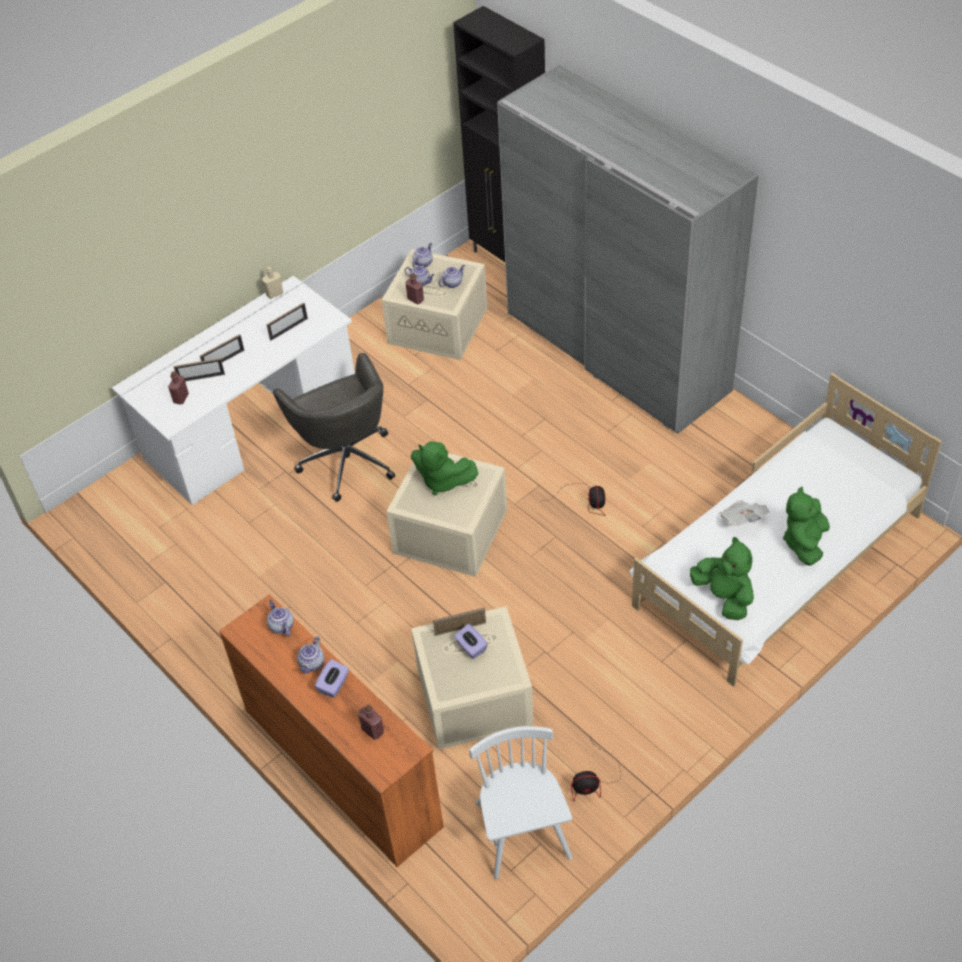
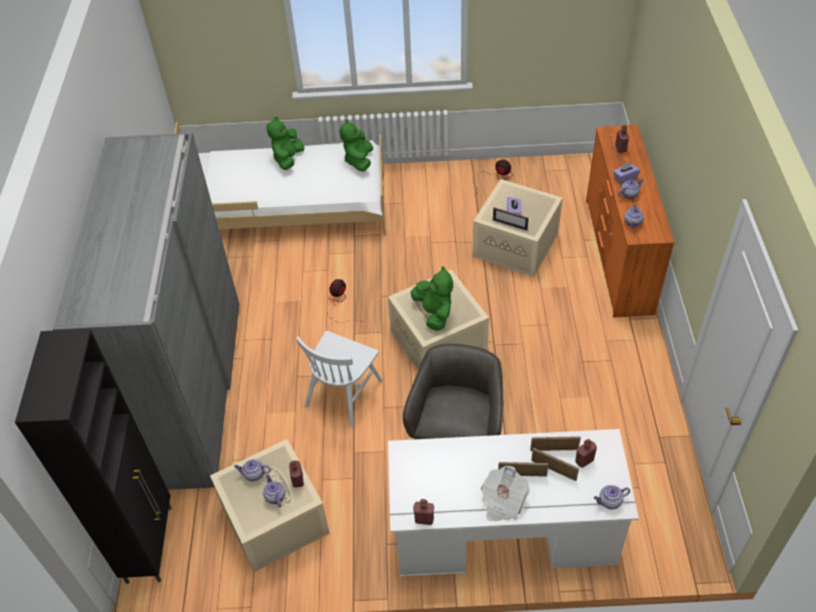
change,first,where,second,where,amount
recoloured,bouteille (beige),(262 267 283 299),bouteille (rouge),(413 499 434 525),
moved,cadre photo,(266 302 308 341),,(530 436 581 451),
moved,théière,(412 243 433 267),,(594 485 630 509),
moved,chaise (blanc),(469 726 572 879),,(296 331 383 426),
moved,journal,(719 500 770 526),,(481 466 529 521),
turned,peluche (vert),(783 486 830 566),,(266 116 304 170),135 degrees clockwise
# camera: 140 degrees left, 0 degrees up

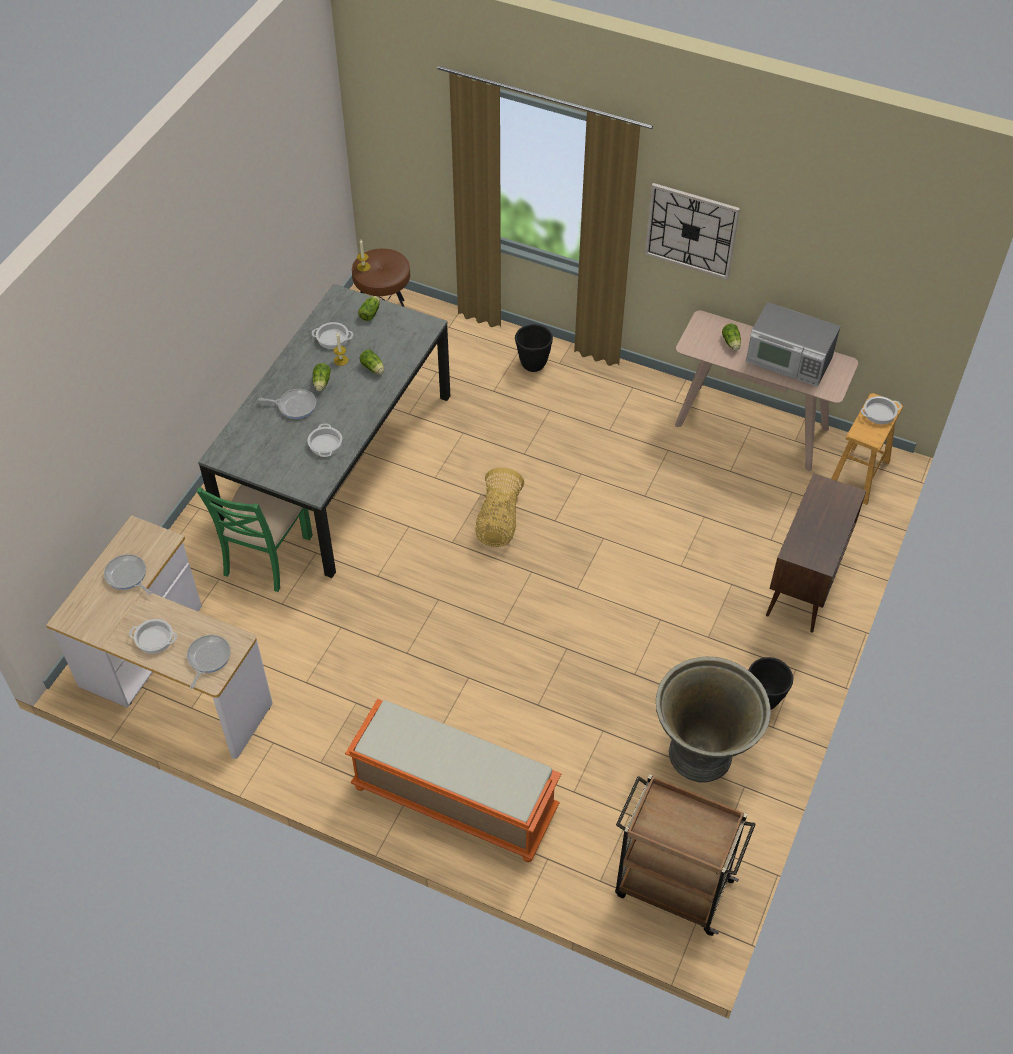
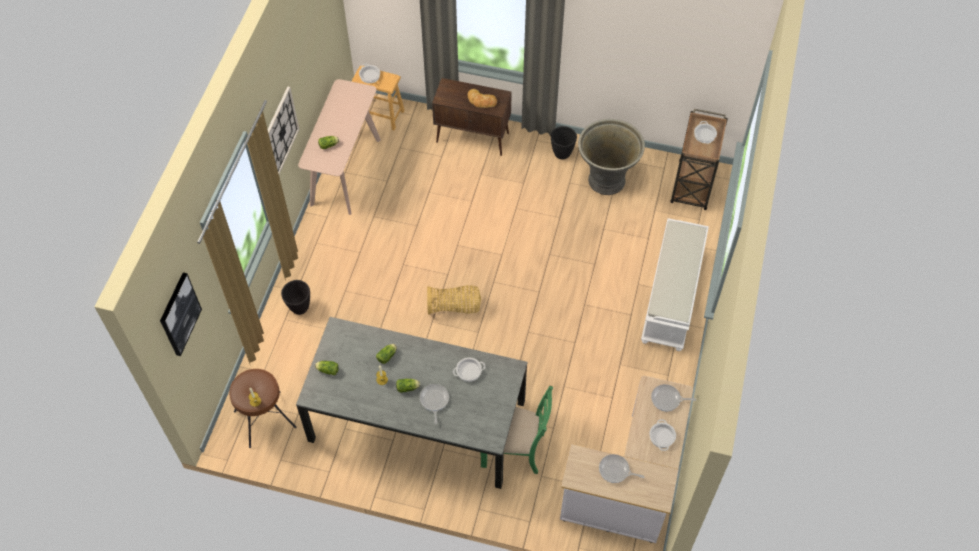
change,first,where,second,where,amount
turned,poêle,(104 554 152 595),,(599 454 644 483),75 degrees clockwise
moved,marmite,(312 322 353 349),,(694 121 717 144),
recoloured,banc (orange),(345 699 561 862),banc (blanc),(641 218 709 351),
removed,micro-ondes,(746 302 840 387),,,
added,,,tableau,(160 273 202 356),
added,,,pain,(468 89 497 108),
# camera: 100 degrees left, 5 degrees up

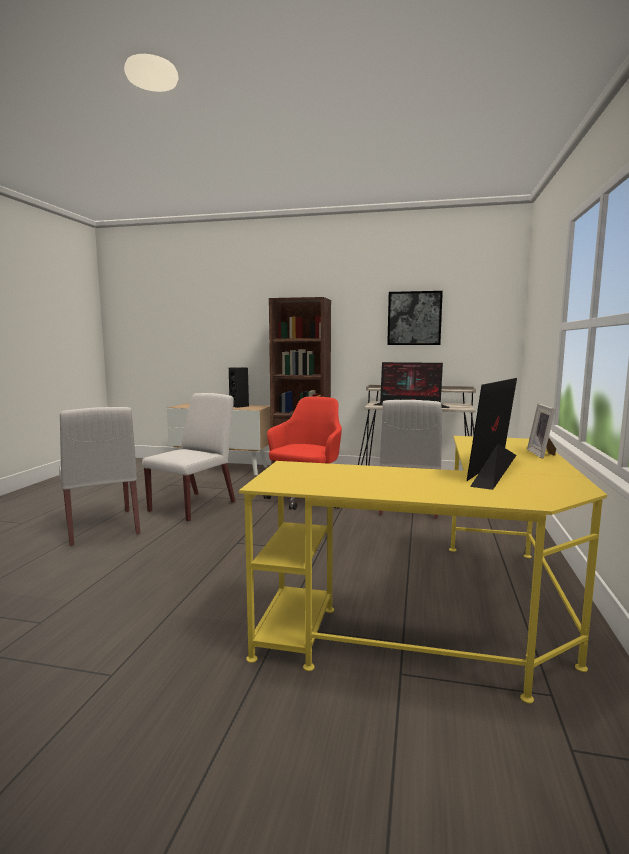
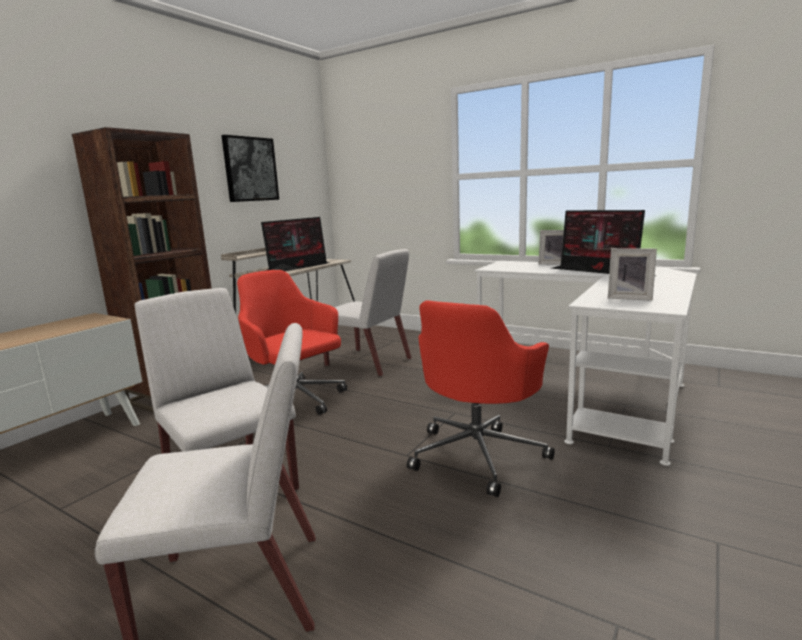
change,first,where,second,where,amount
removed,enceinte (noir),(229 367 249 408),,,
recoloured,bureau (jaune),(239 436 607 704),bureau (blanc),(474 261 697 466),
added,,,chaise de bureau (rouge),(407 300 555 497),
added,,,cadre photo,(608 248 657 301),
# camera: 70 degrees left, 5 degrees up

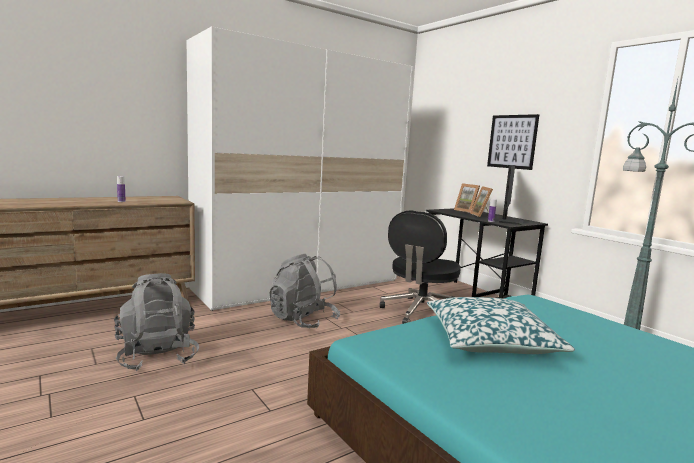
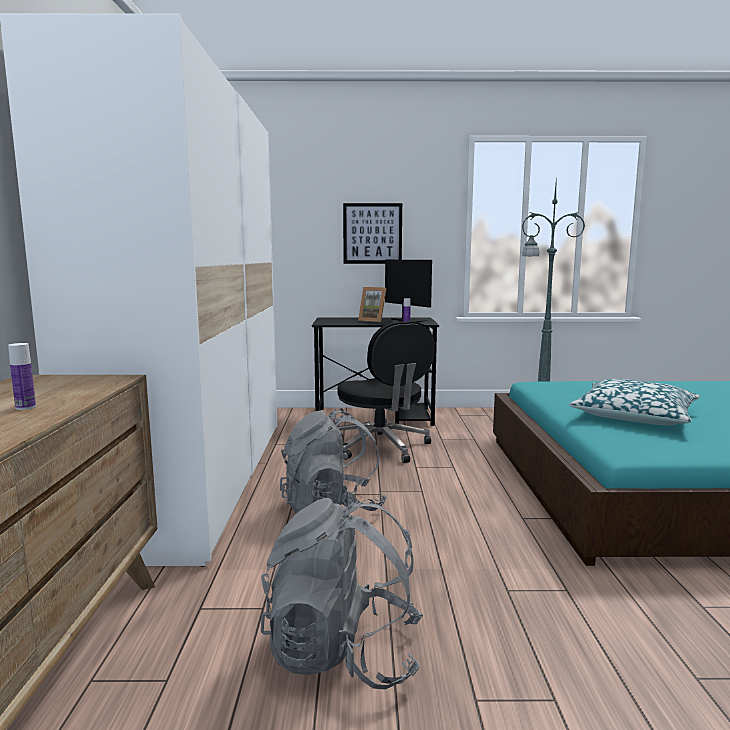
change,first,where,second,where,amount
removed,cadre photo,(454 183 480 213),,,
# camera: 55 degrees left, 0 degrees up

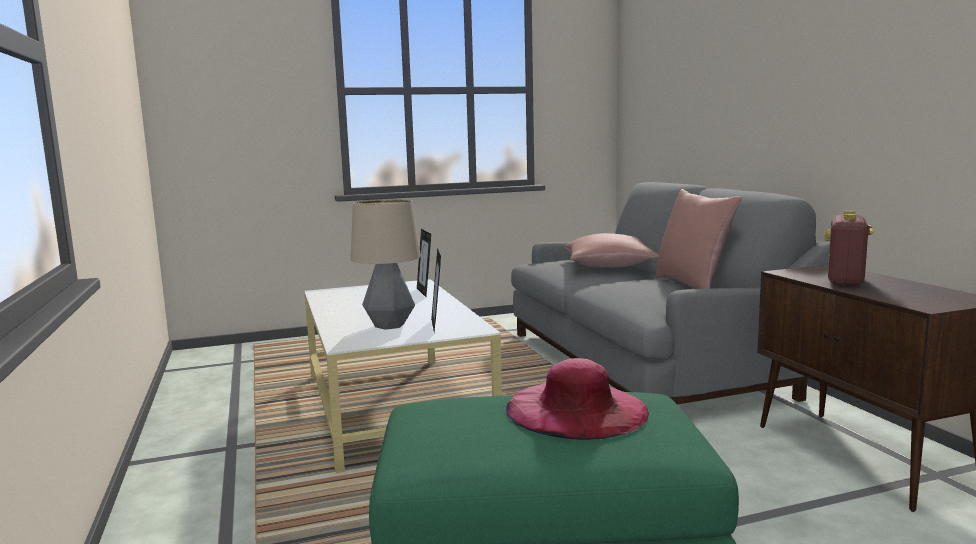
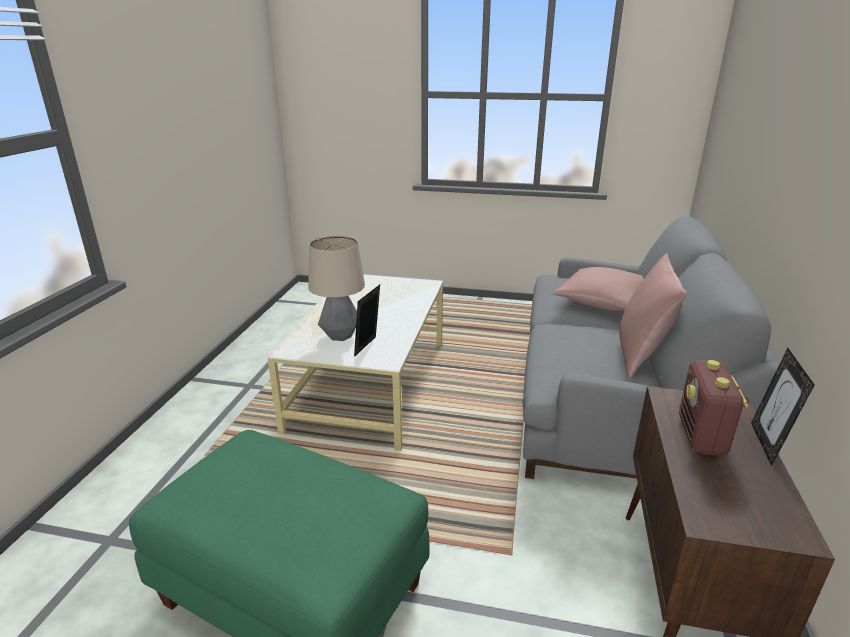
change,first,where,second,where,amount
moved,cadre photo,(417 229 431 297),,(751 348 815 466),
removed,chapeau (rose),(506 358 649 440),,,
turned,radio,(824 211 874 286),,(679 360 749 456),45 degrees counterclockwise
# camera: 30 degrees right, 15 degrees up

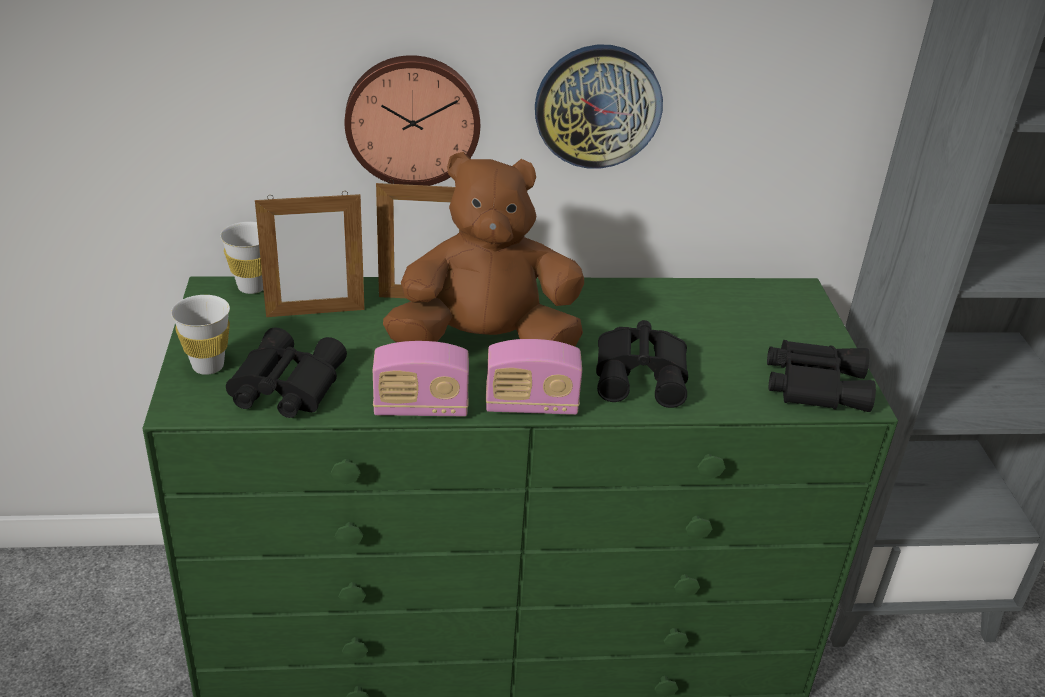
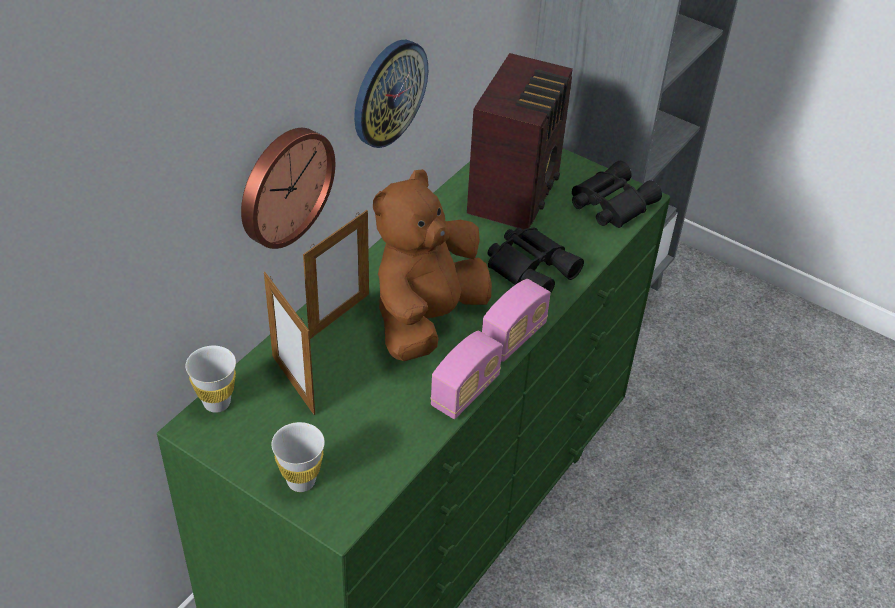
change,first,where,second,where,amount
removed,jumelles (noir),(226 327 347 418),,,
turned,cadre photo,(255 191 365 317),,(264 272 315 415),120 degrees clockwise
added,,,radio,(467 53 573 230),
# camera: 50 degrees left, 10 degrees up

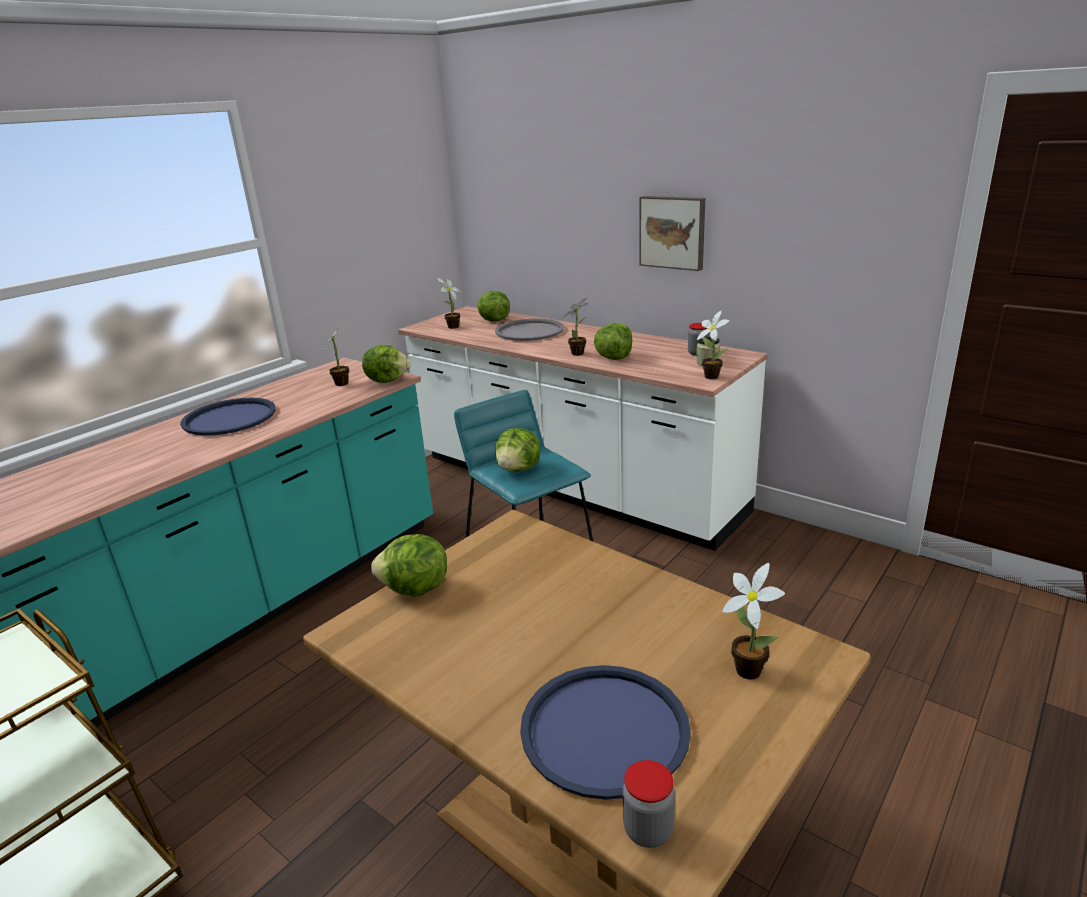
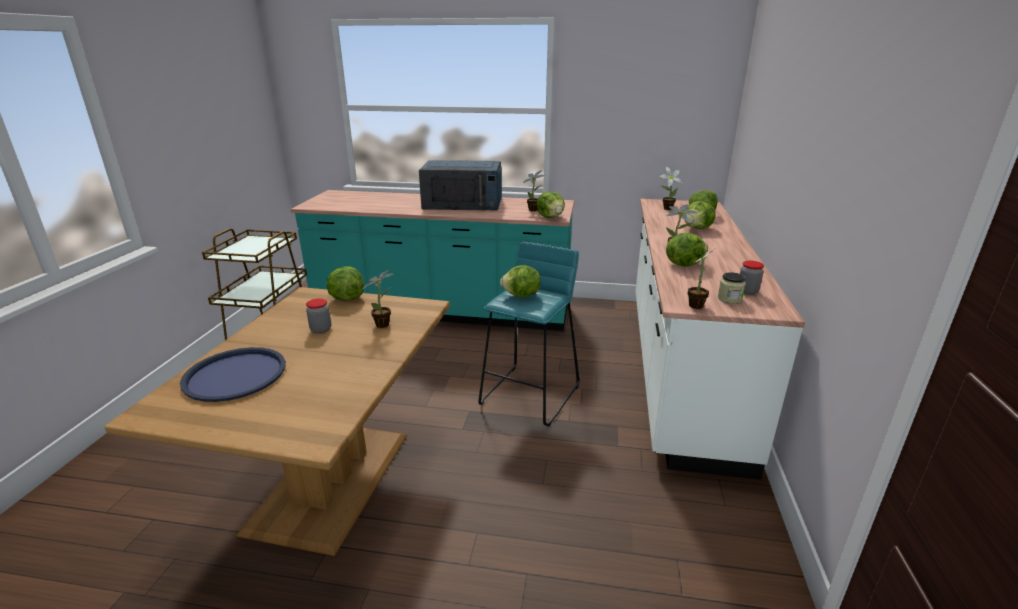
change,first,where,second,where,amount
replaced,plateau (bleu),(180 398 276 436),micro-ondes (bleu),(419 160 502 210),
replaced,plateau (gris),(495 319 564 341),laitue,(685 201 716 229),
moved,bocal,(623 760 675 848),,(306 298 331 334),
removed,tableau,(640 196 705 271),,,
moved,plante en pot,(722 563 785 680),,(362 270 394 328),
# camera: 60 degrees right, 0 degrees up

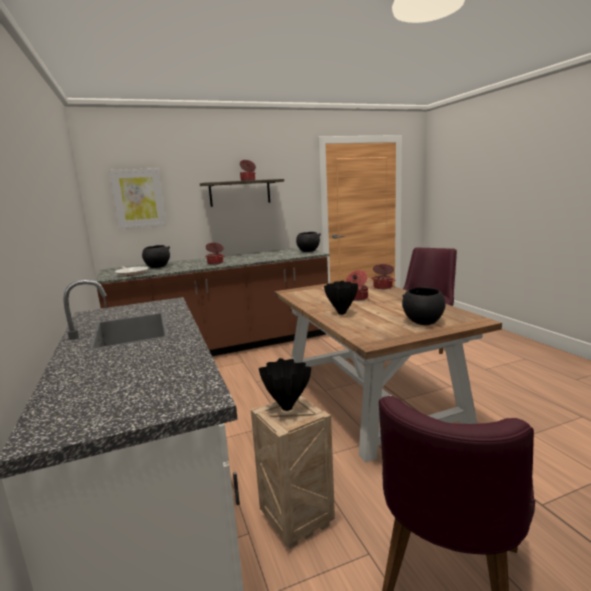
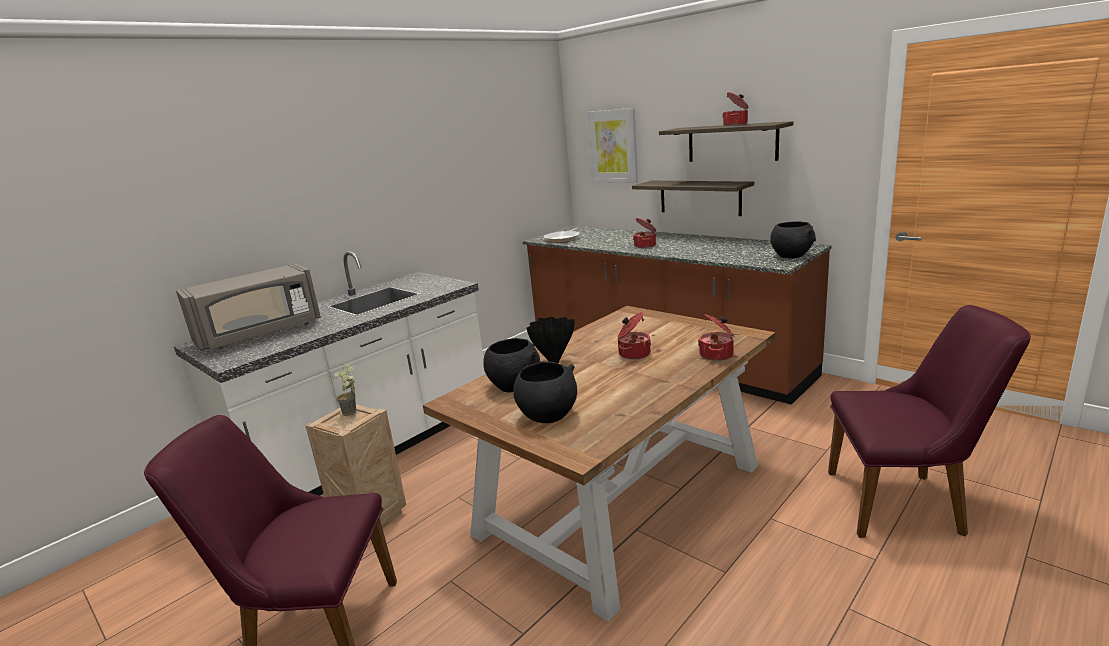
change,first,where,second,where,amount
moved,bol (noir),(142 245 170 268),,(483 338 541 392),
replaced,vase (noir),(259 358 311 411),plante en pot,(332 361 356 416),
added,,,micro-ondes (gris),(176 264 321 351),
added,,,étagère,(632 181 754 216),
# camera: 65 degrees right, 5 degrees up

